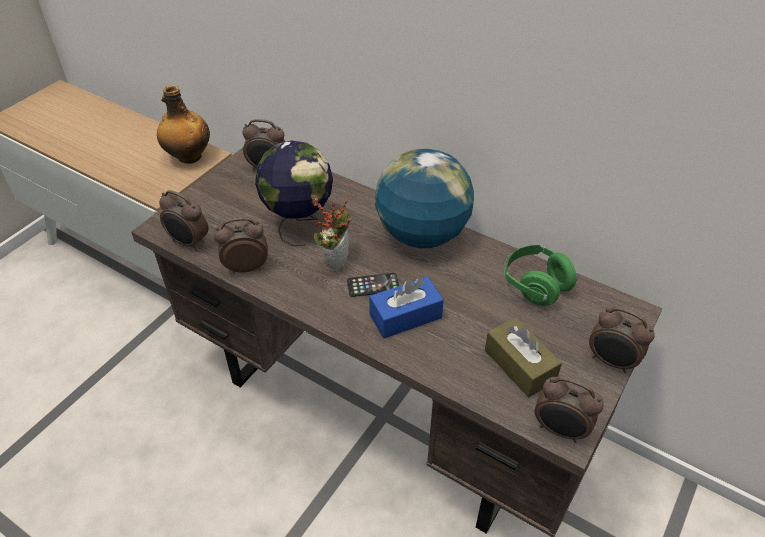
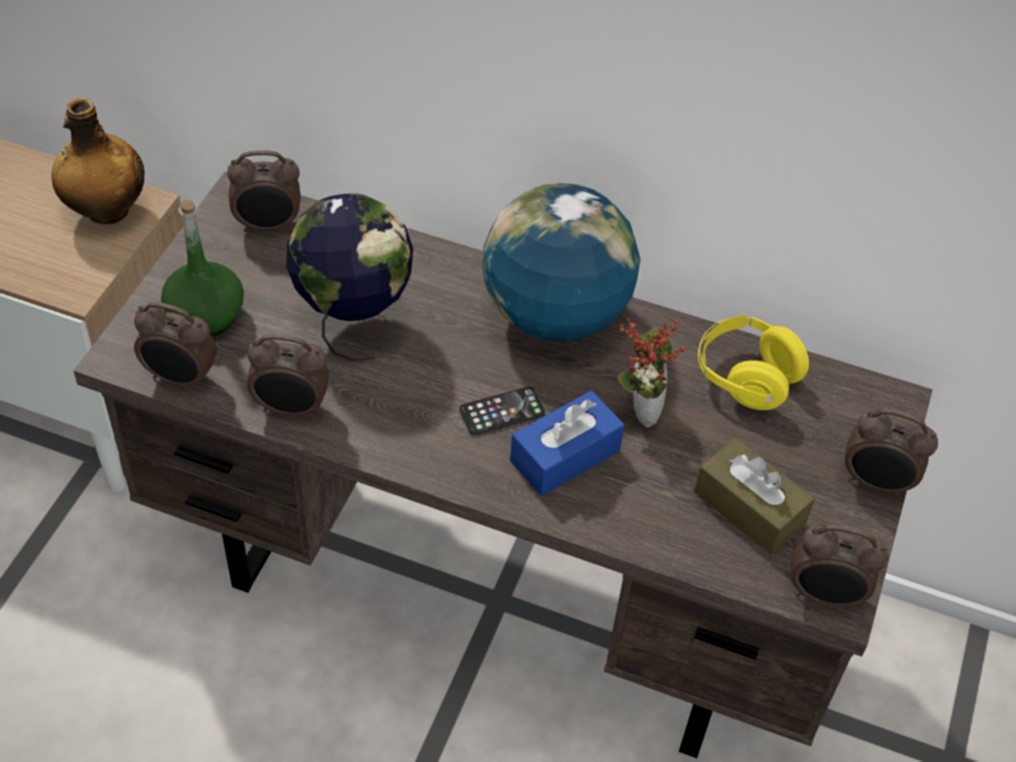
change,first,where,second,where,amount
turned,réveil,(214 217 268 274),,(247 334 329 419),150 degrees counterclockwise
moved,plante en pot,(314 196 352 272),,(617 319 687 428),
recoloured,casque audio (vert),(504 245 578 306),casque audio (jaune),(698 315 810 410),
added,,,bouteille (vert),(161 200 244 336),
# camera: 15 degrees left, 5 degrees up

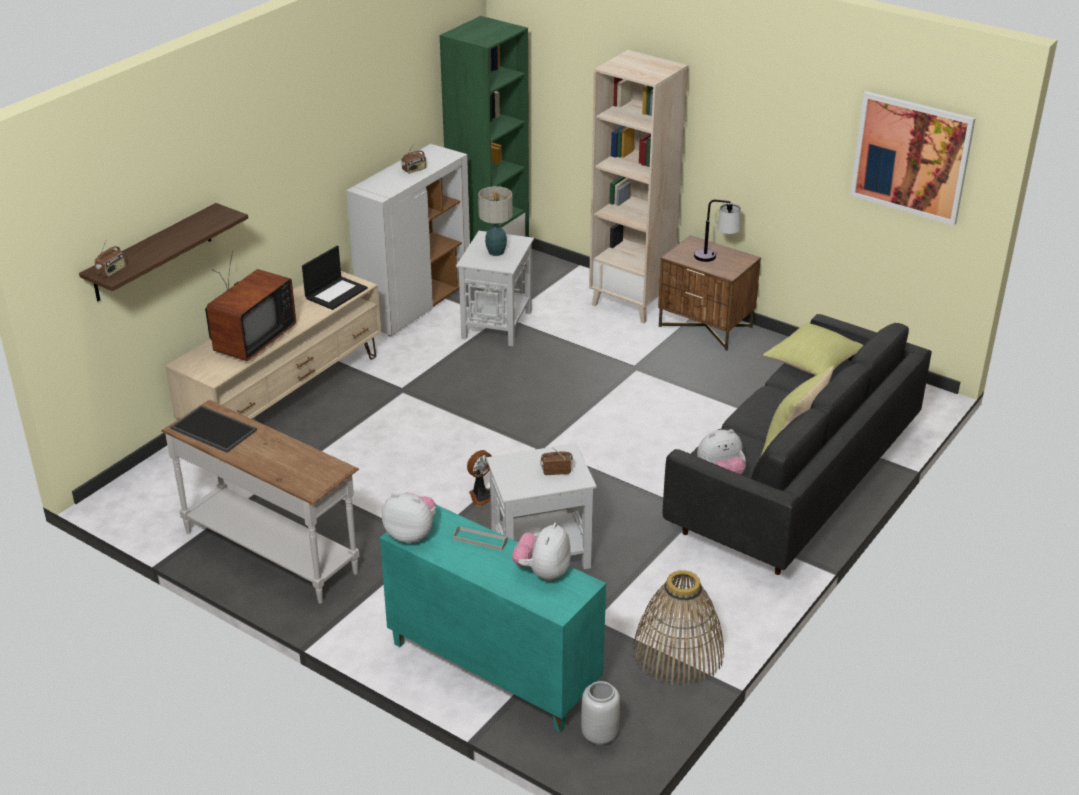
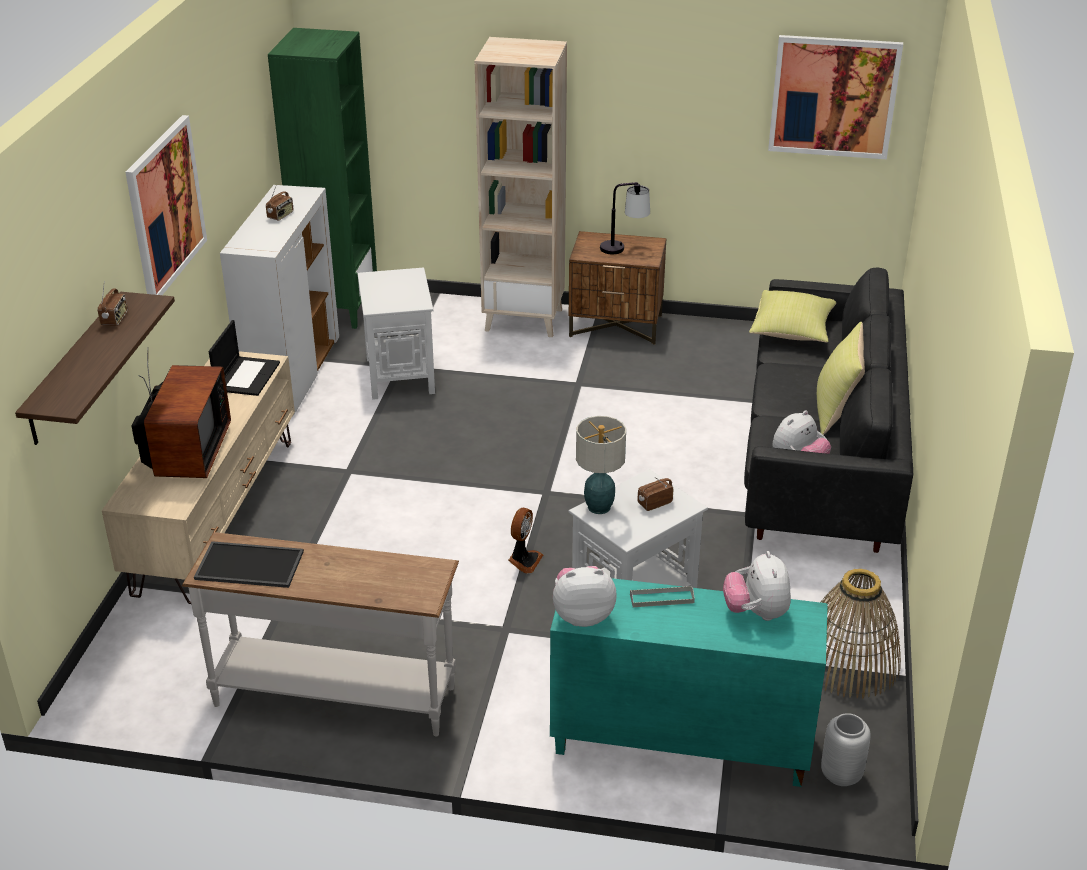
change,first,where,second,where,amount
moved,radio,(95 239 126 277),,(98 281 127 326),
moved,lampe de table,(478 186 513 256),,(576 416 626 514),
added,,,tableau,(125 115 207 295),
# camera: 25 degrees left, 0 degrees up

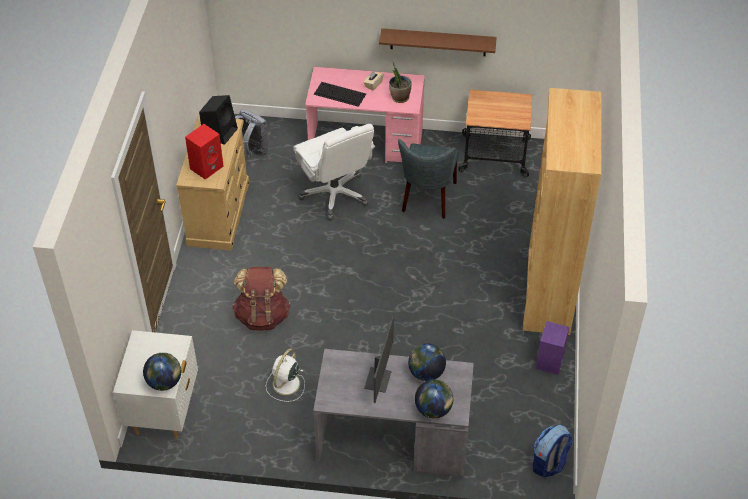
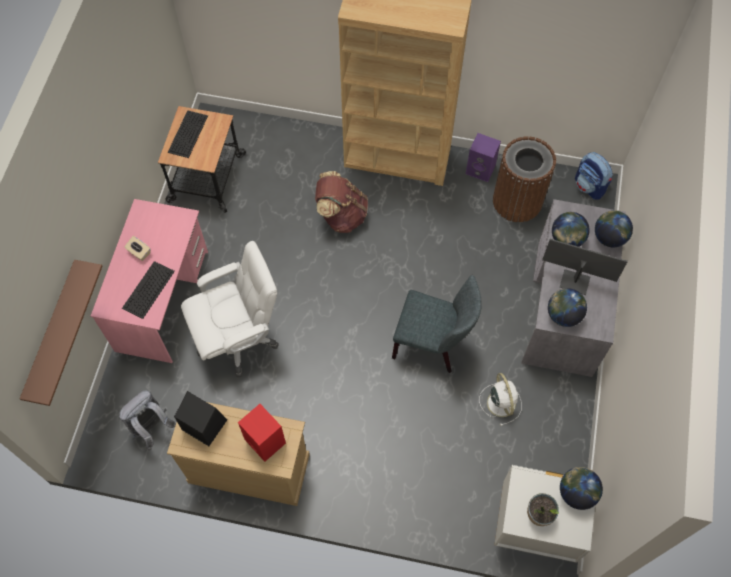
change,first,where,second,where,amount
moved,sac à dos (marron),(232 267 290 331),,(315 171 368 233),
turned,ventilateur (blanc),(266 349 305 402),,(479 373 522 426),135 degrees counterclockwise
moved,étagère (marron),(379 28 497 56),,(20 260 102 406),
moved,plante en pot,(389 63 412 103),,(527 493 559 526),
moved,chaise (gris),(398 139 459 219),,(392 275 482 373),
added,,,clavier,(168 110 208 158),
added,,,poubelle (marron),(493 136 556 222),
added,,,globe,(548 288 587 327),
# camera: 85 degrees left, 15 degrees up

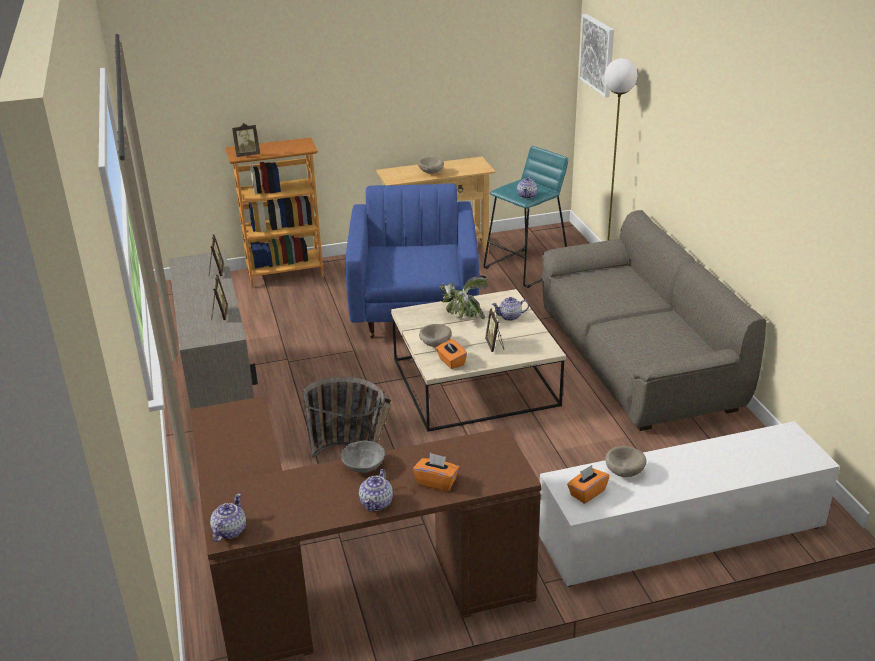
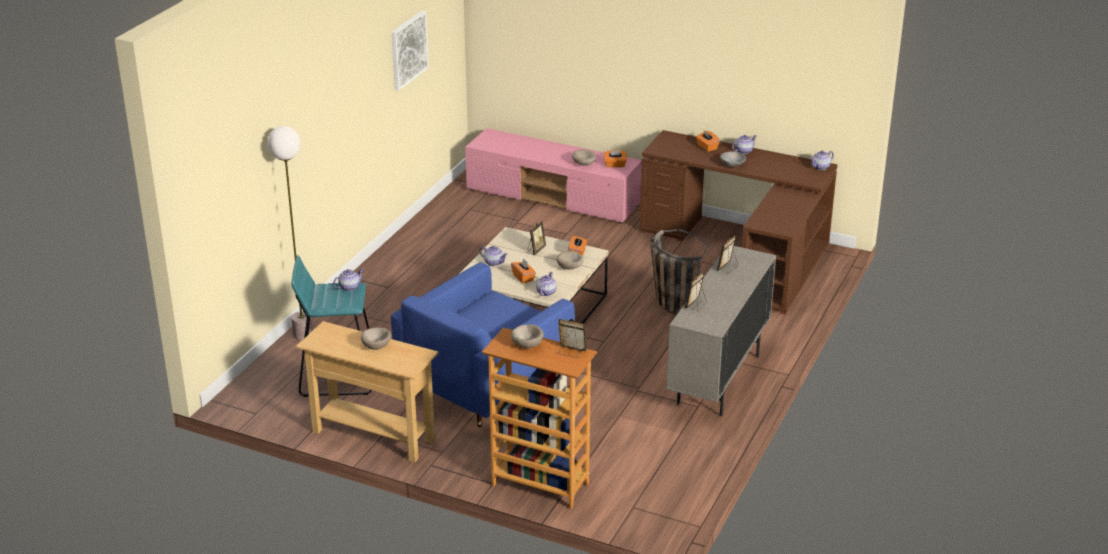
change,first,where,second,where,amount
replaced,plante en pot,(439 275 488 319),boîte à mouchoirs (orange),(511 258 536 283),
recoloured,meuble télé (blanc),(539 421 840 587),meuble télé (rose),(465 128 642 224),
removed,canapé,(542 210 766 431),,,
moved,tableau,(579 14 614 97),,(391 10 429 91),
added,,,bol (beige),(511 324 543 348),
added,,,théière,(536 272 557 296),
# camera: 140 degrees left, 0 degrees up

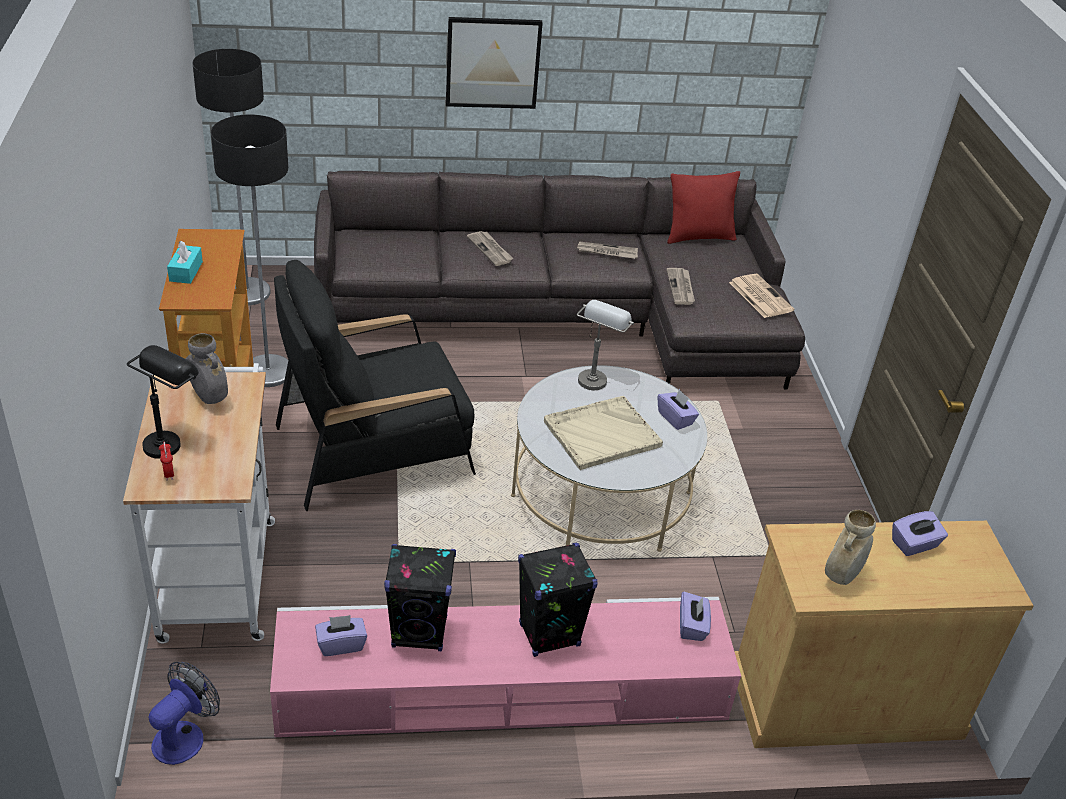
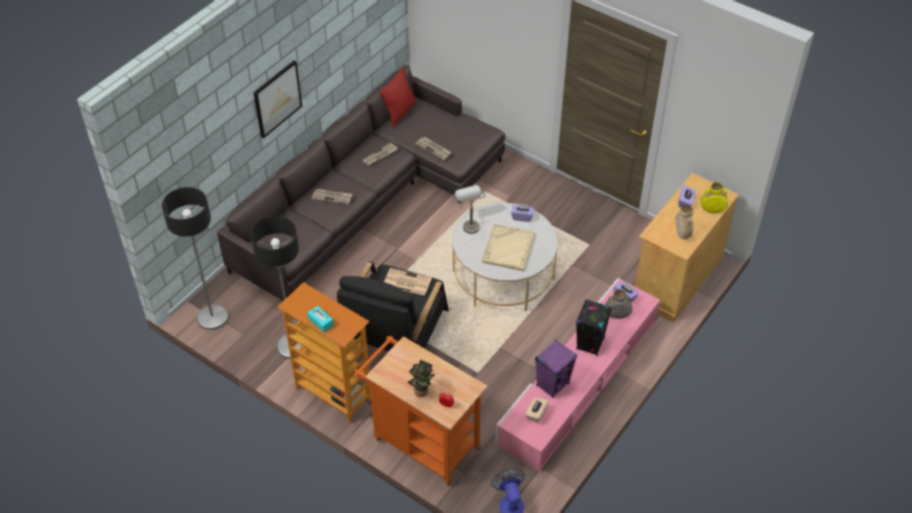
change,first,where,second,where,amount
recoloured,chariot (blanc),(123 363 275 644),chariot (orange),(354 336 488 486),
replaced,lampe de table (noir),(127 345 199 459),plante en pot,(407 360 435 397),
moved,vase (gris),(186 333 228 404),,(605 289 632 319),
recoloured,boîte à mouchoirs (violet),(315 615 367 656),boîte à mouchoirs (beige),(526 397 549 423),
recoloured,enceinte (noir),(384 544 456 651),enceinte (violet),(535 339 577 398),
moved,journal,(729 274 794 318),,(384 268 432 296),
added,,,vase (jaune),(701 182 728 214),
# camera: 45 degrees left, 10 degrees up

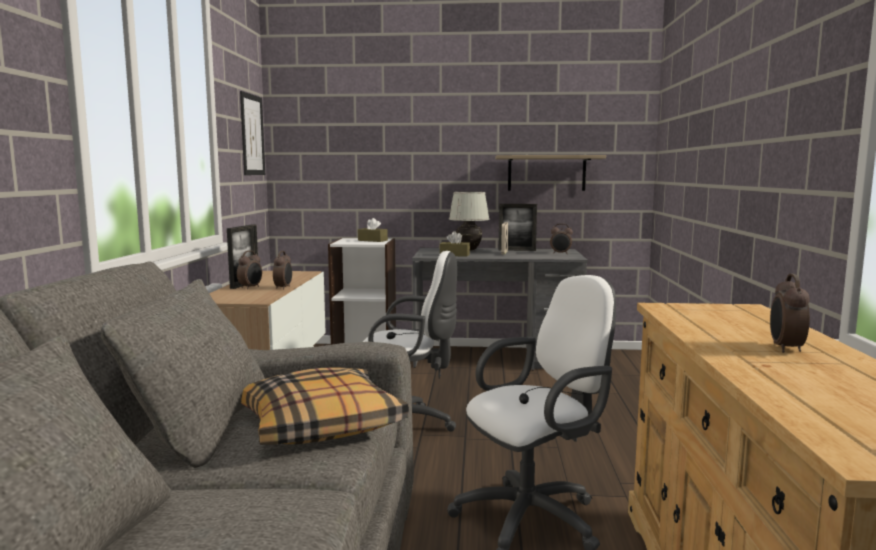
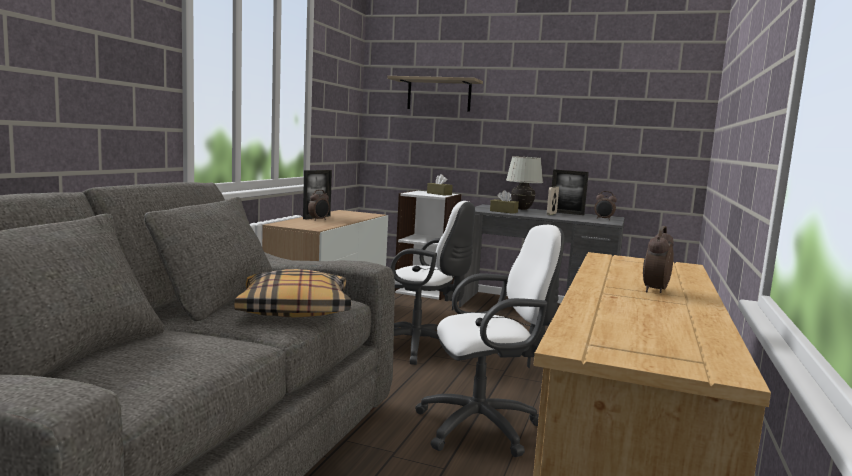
change,first,where,second,where,amount
removed,tableau,(240 91 265 175),,,
removed,réveil,(273 251 292 290),,,
moved,étagère,(496 155 606 191),,(387 76 483 112),
# camera: 15 degrees right, 0 degrees up

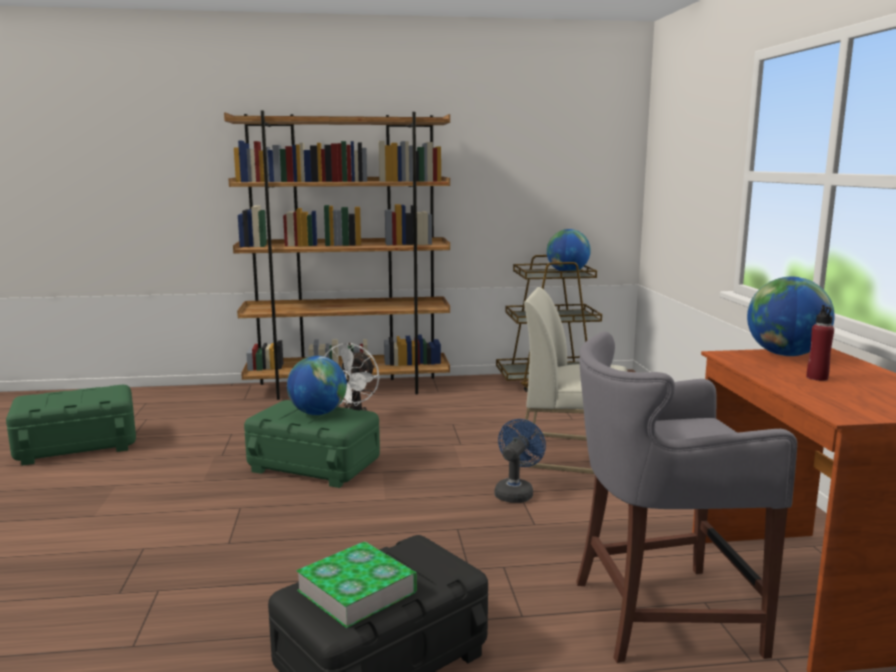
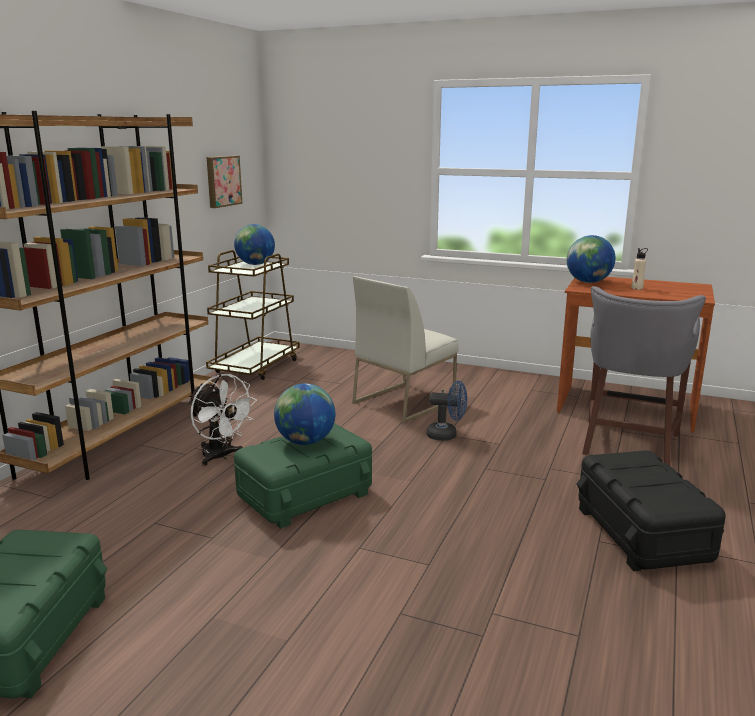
change,first,where,second,where,amount
removed,livre,(296 541 417 628),,,
turned,ventilateur (bleu),(495 419 546 503),,(427 380 467 441),135 degrees clockwise
recoloured,bouteille (rouge),(807 305 834 381),bouteille (beige),(632 248 648 290),
added,,,tableau,(207 156 242 208),
# camera: 60 degrees left, 5 degrees up

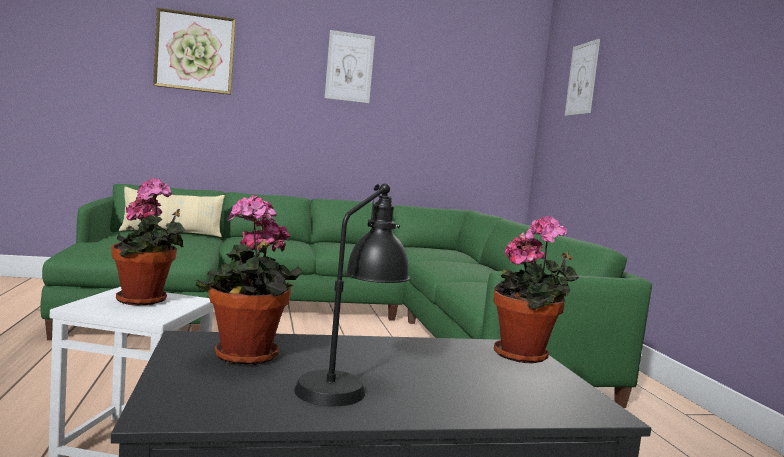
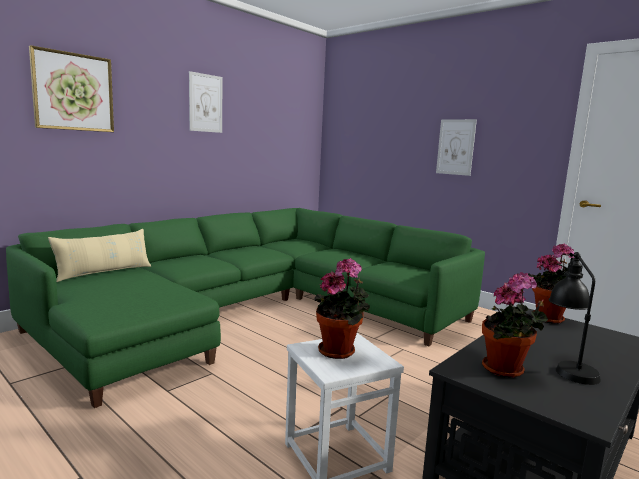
change,first,where,second,where,amount
moved,tableau,(565 39 600 116),,(436 119 477 176),
# camera: 35 degrees left, 5 degrees up

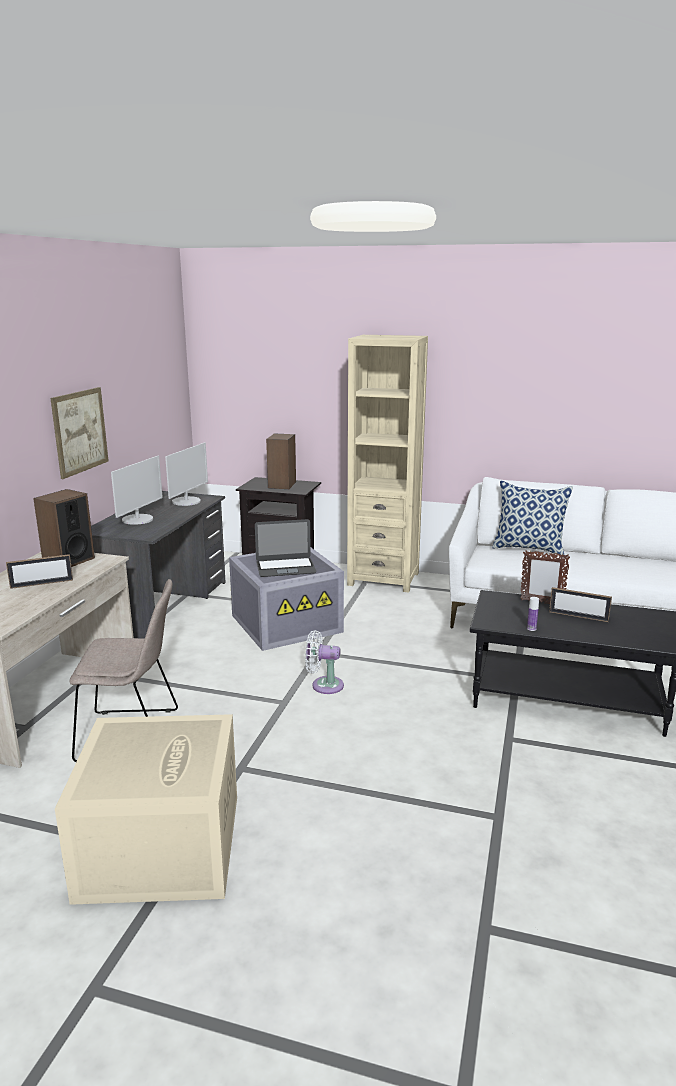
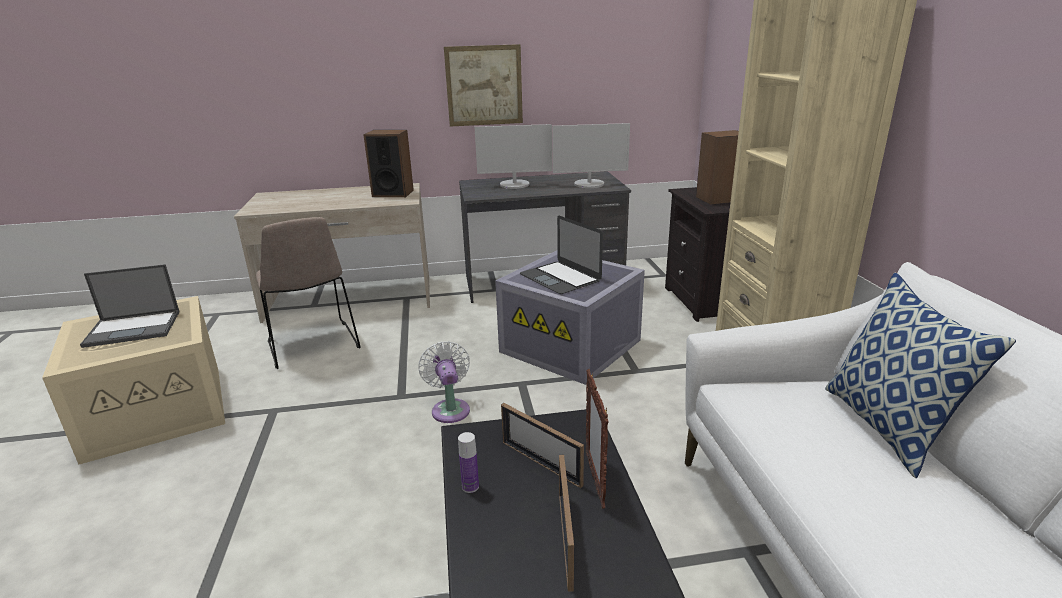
change,first,where,second,where,amount
moved,cadre photo,(6 554 73 589),,(501 403 584 488),
added,,,ordinateur portable,(80 264 180 348),
# camera: 65 degrees right, 5 degrees up

